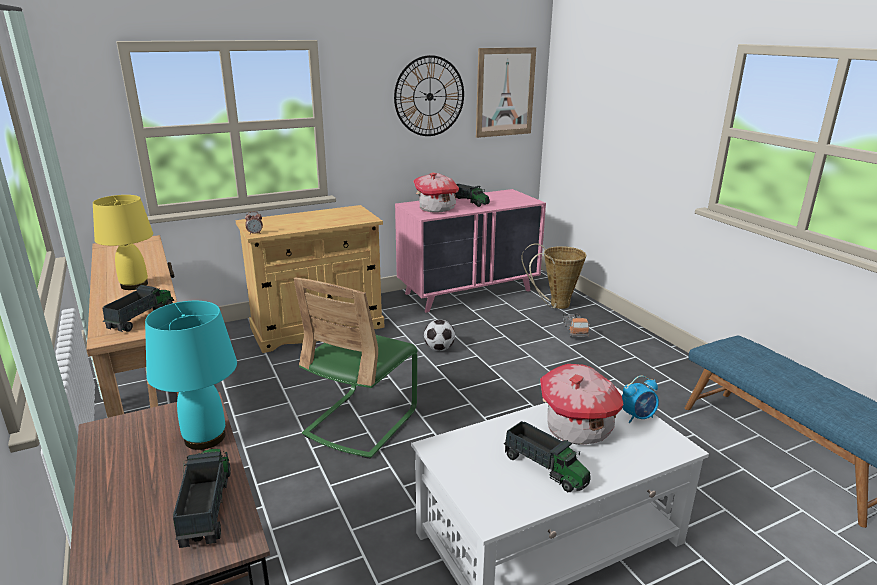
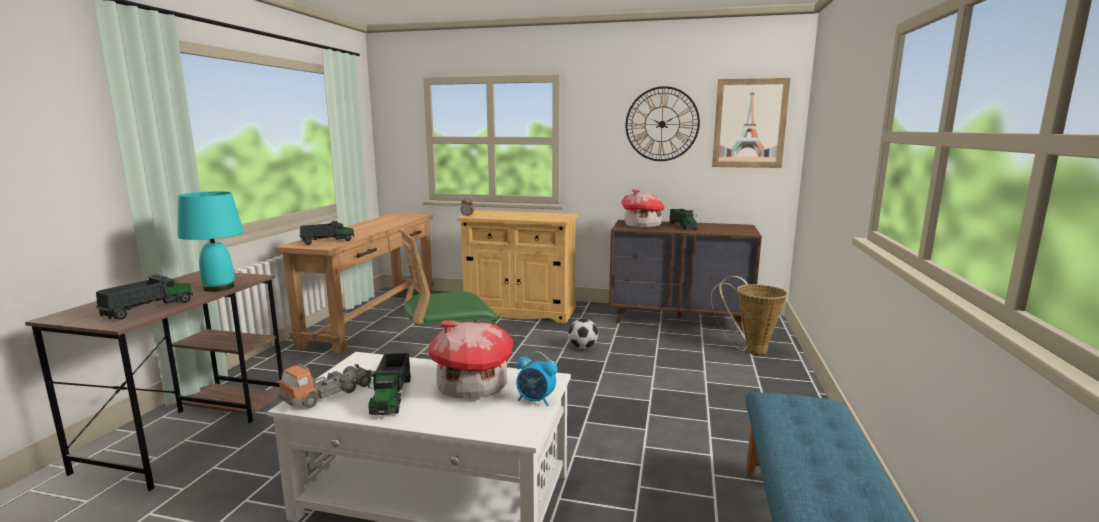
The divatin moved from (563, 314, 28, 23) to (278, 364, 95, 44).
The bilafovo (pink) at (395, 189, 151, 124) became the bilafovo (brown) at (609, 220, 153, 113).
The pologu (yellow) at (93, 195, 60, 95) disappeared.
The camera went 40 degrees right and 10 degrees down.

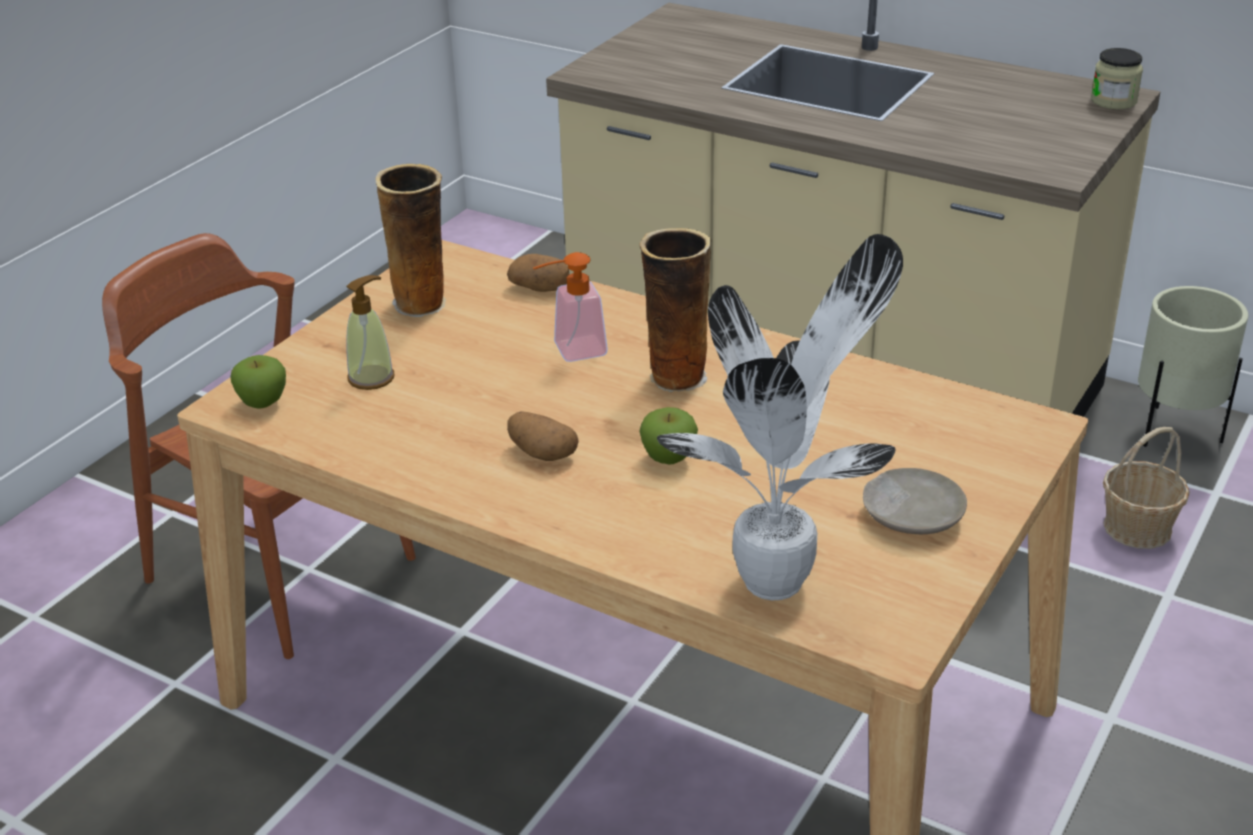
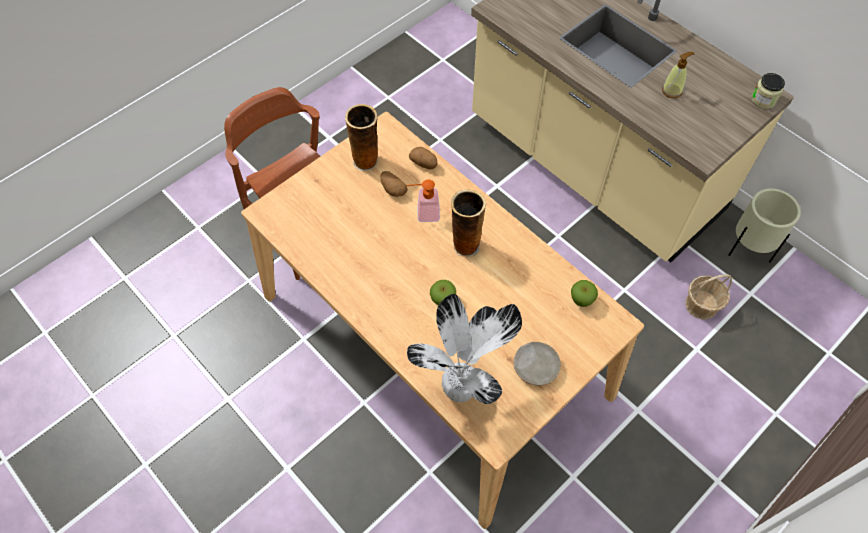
The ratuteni moved from (507, 411, 72, 50) to (380, 171, 28, 26).
The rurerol moved from (230, 355, 56, 54) to (571, 280, 27, 27).
The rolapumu moved from (346, 275, 49, 115) to (662, 52, 33, 46).
The camera went 15 degrees right and 25 degrees up.

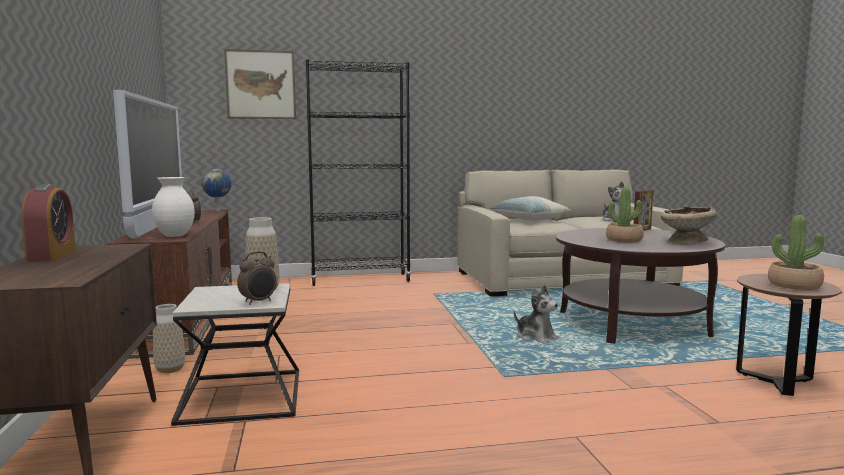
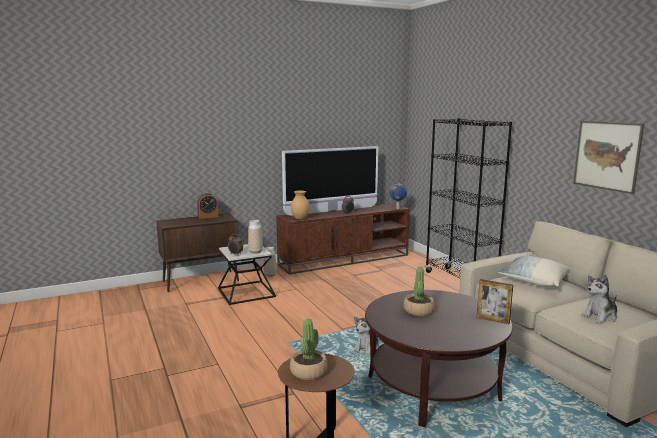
The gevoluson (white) at (152, 177, 43, 60) became the gevoluson (brown) at (291, 191, 19, 29).
The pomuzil moved from (224, 49, 72, 70) to (573, 121, 71, 73).
The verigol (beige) at (661, 205, 56, 39) disappeared.
The camera went 75 degrees right and 5 degrees up.

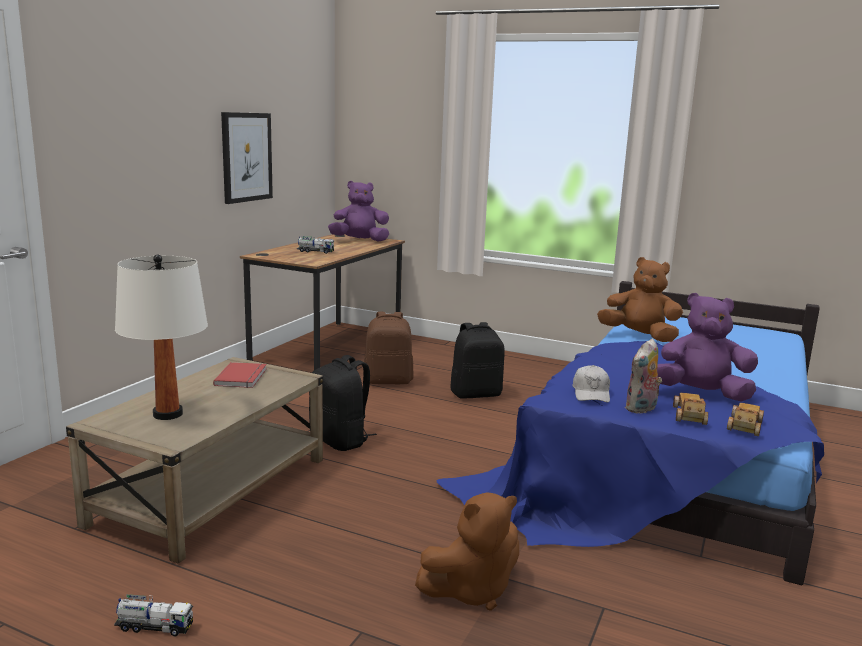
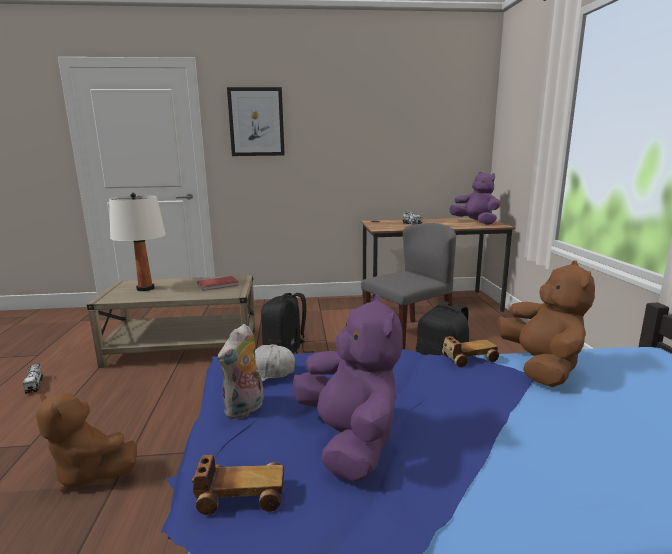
The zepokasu at (625, 339, 37, 75) turned 75 degrees counterclockwise.
The pomuzil moved from (221, 112, 52, 92) to (227, 87, 58, 69).
The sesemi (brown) at (363, 312, 51, 72) was replaced by the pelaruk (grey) at (361, 223, 95, 126).
The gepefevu moved from (673, 393, 35, 32) to (442, 336, 57, 31).
The camera went 60 degrees right and 0 degrees up.

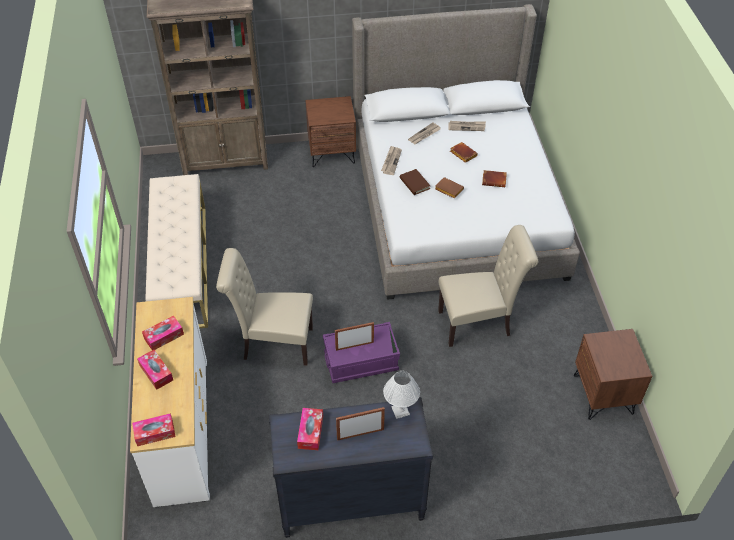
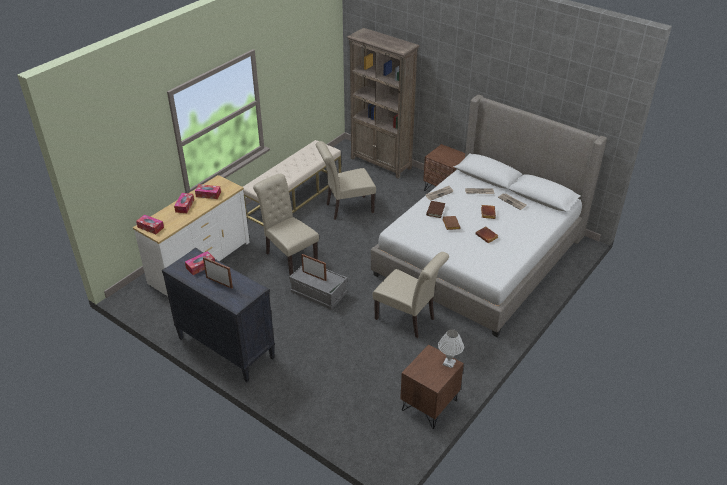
The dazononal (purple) at (323, 322, 77, 61) became the dazononal (grey) at (289, 265, 59, 45).
The pelaruk (beige) at (316, 141, 60, 79) appeared.
The pologu (white) moved from (383, 371, 37, 48) to (438, 329, 26, 39).
The camera went 45 degrees right and 10 degrees down.

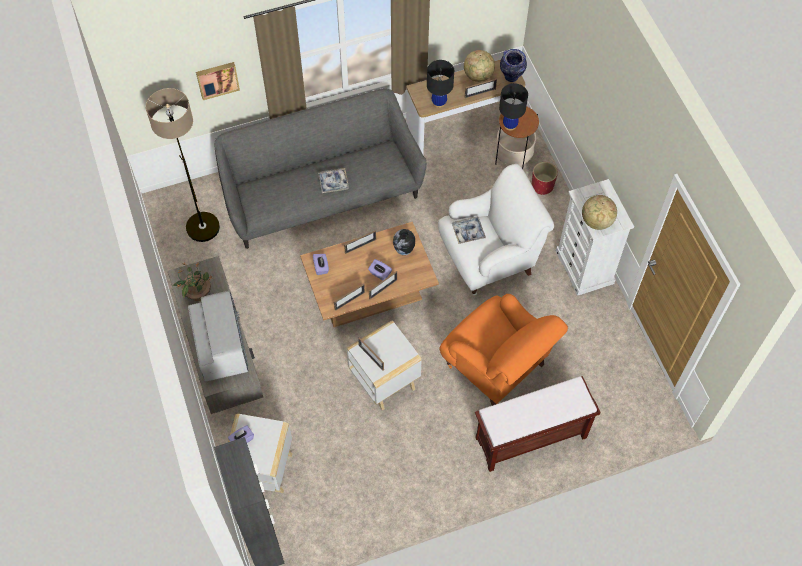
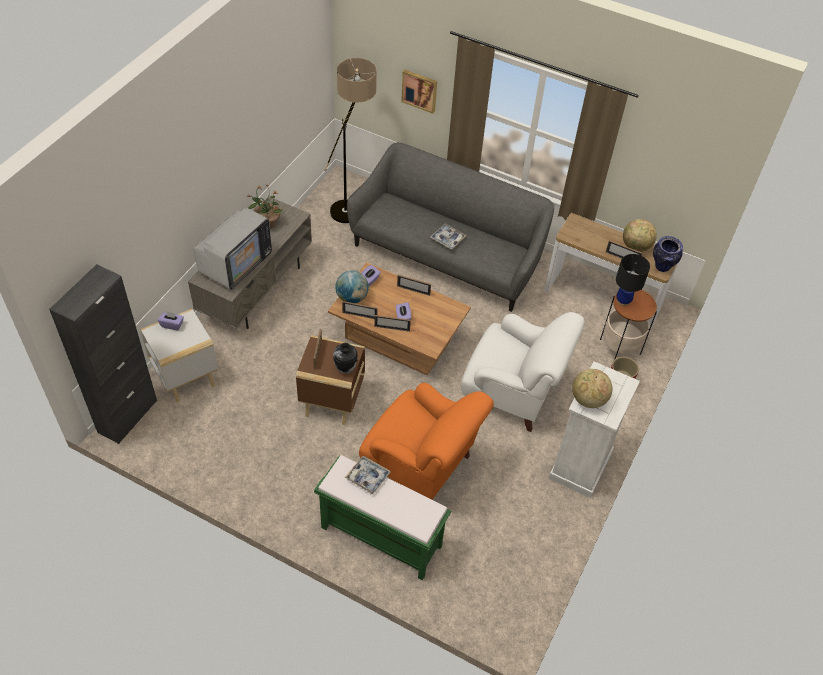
The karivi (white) at (346, 320, 76, 91) became the karivi (brown) at (296, 335, 69, 90).
The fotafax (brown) at (475, 376, 126, 96) became the fotafax (green) at (314, 455, 137, 125).
The gevoluson moved from (393, 229, 22, 26) to (333, 343, 25, 30).
The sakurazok at (335, 271, 34, 32) appeared.
The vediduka moved from (452, 216, 34, 28) to (345, 456, 46, 39).
The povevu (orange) at (439, 294, 129, 112) turned 60 degrees counterclockwise.
The pologu (black) at (427, 60, 27, 48) disappeared.
The camera went 45 degrees right and 10 degrees down.

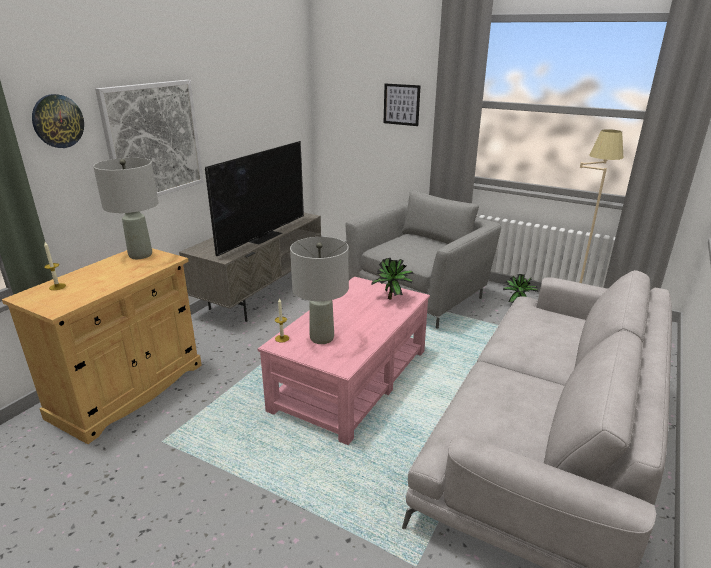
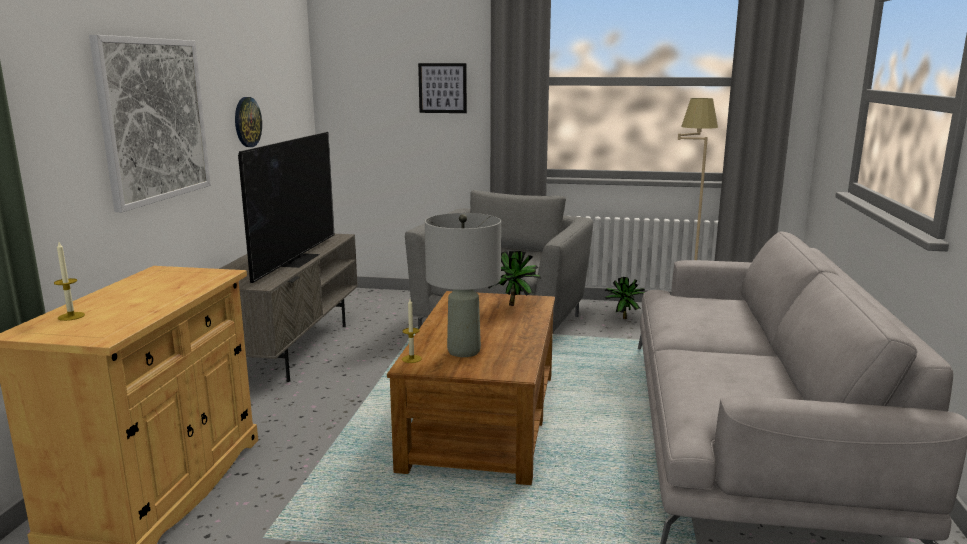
The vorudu moved from (32, 94, 52, 54) to (235, 97, 27, 50).
The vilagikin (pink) at (258, 276, 172, 169) became the vilagikin (brown) at (387, 291, 168, 194).
The pologu (grey) at (93, 158, 65, 101) disappeared.
The camera went 20 degrees left and 10 degrees down.

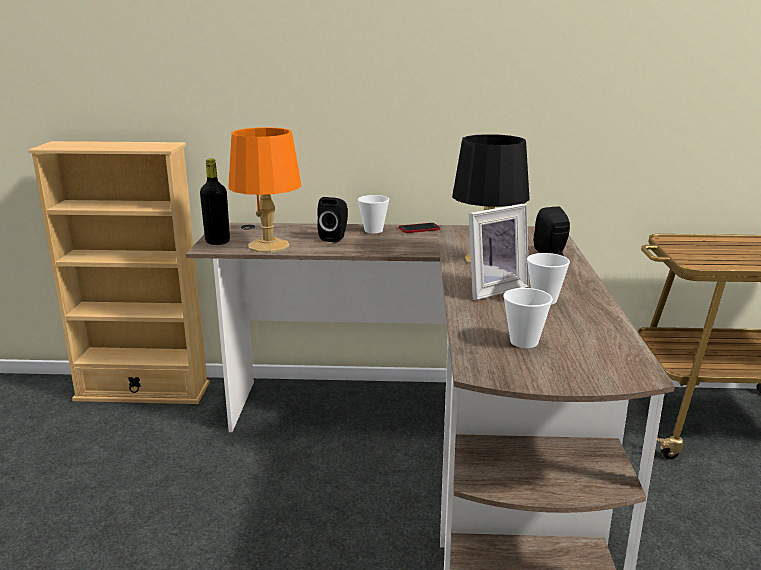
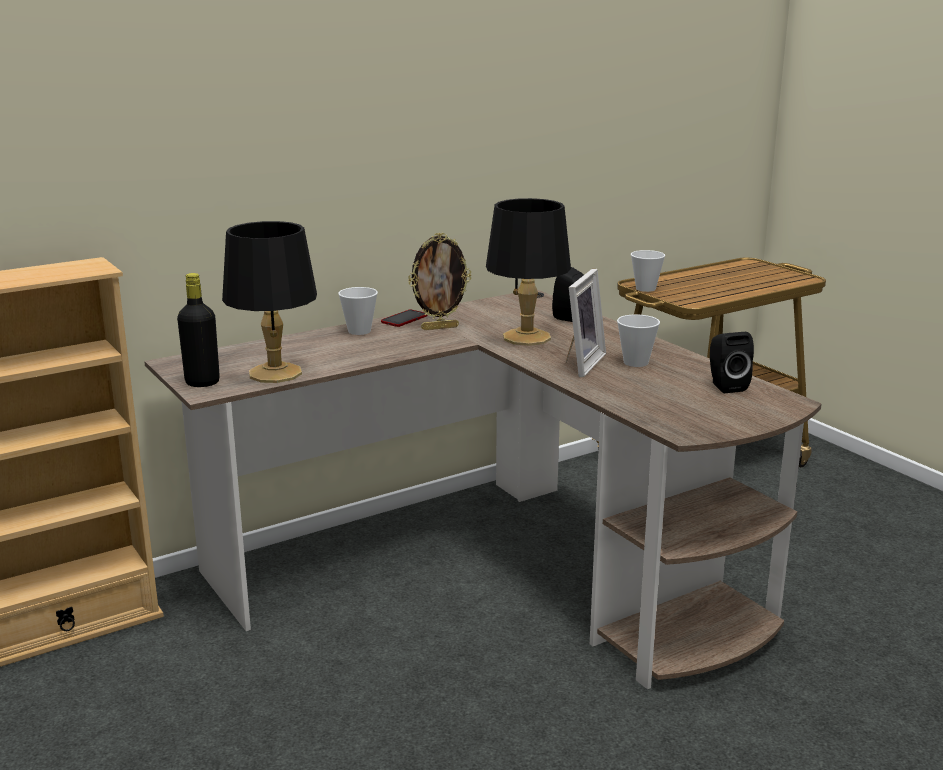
The pologu (orange) at (229, 127, 73, 126) became the pologu (black) at (222, 221, 95, 162).
The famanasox at (408, 233, 63, 97) appeared.
The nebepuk moved from (503, 288, 50, 60) to (631, 250, 34, 42).
The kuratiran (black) moved from (317, 197, 31, 46) to (710, 332, 44, 61).
The camera went 35 degrees left and 0 degrees up.

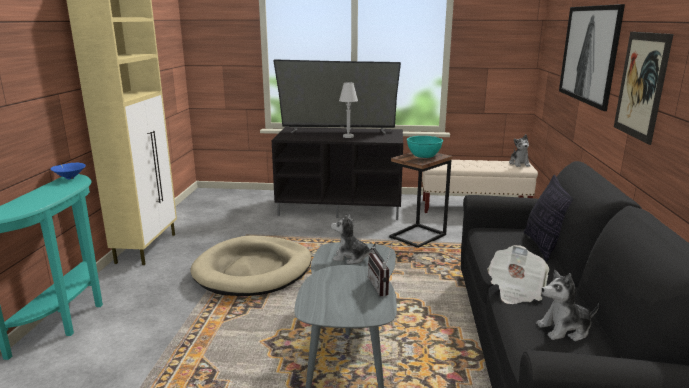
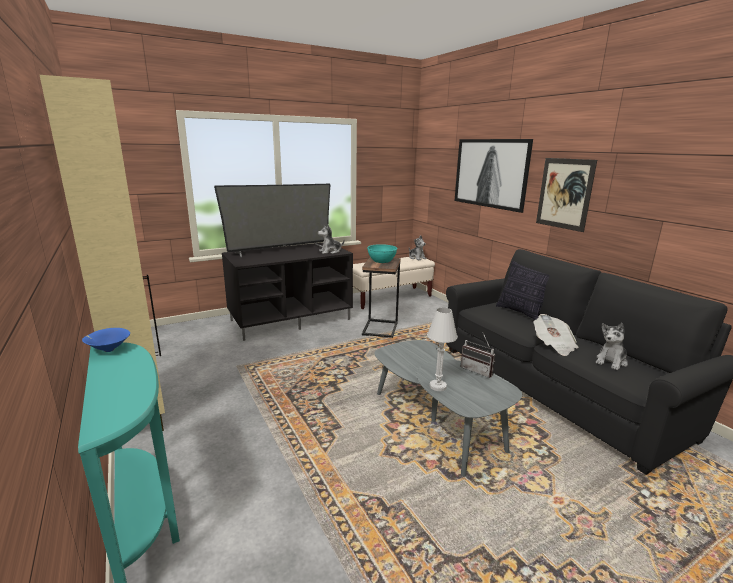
The zepokasu moved from (331, 214, 45, 50) to (318, 224, 26, 30).
The pologu (white) moved from (339, 82, 19, 56) to (427, 307, 30, 84).
The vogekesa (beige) at (190, 235, 121, 61) disappeared.
The camera went 35 degrees left and 0 degrees up.

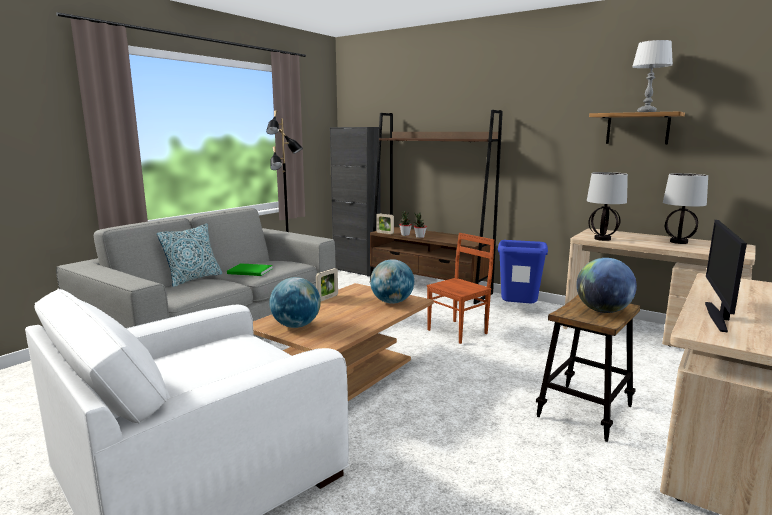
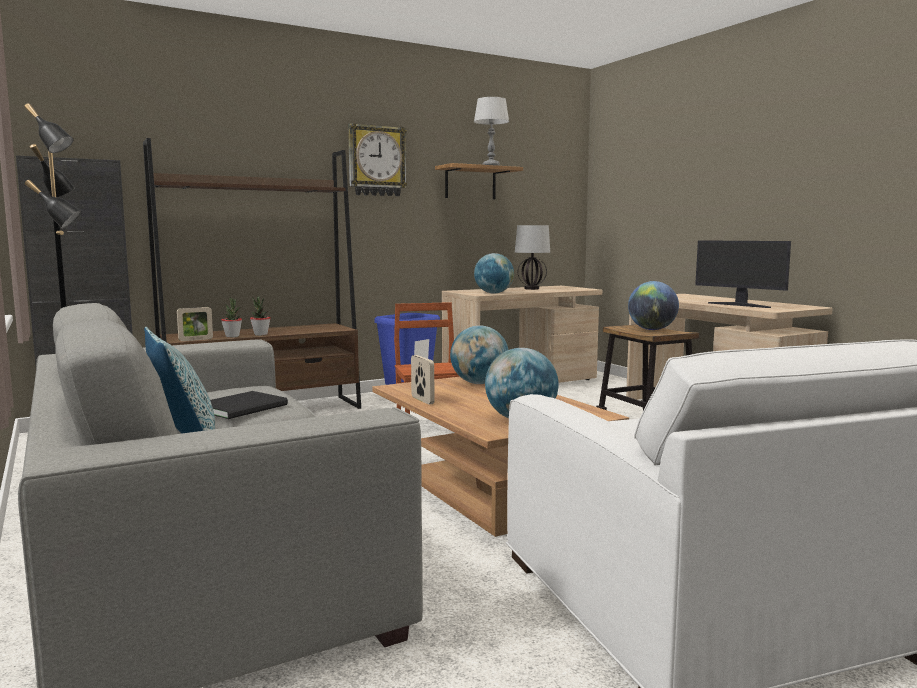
The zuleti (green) at (227, 263, 46, 13) became the zuleti (black) at (210, 391, 78, 28).
The vorudu at (348, 123, 59, 73) appeared.
The pologu at (587, 172, 41, 69) was replaced by the sakurazok at (474, 253, 40, 40).
The camera went 65 degrees left and 5 degrees down.

